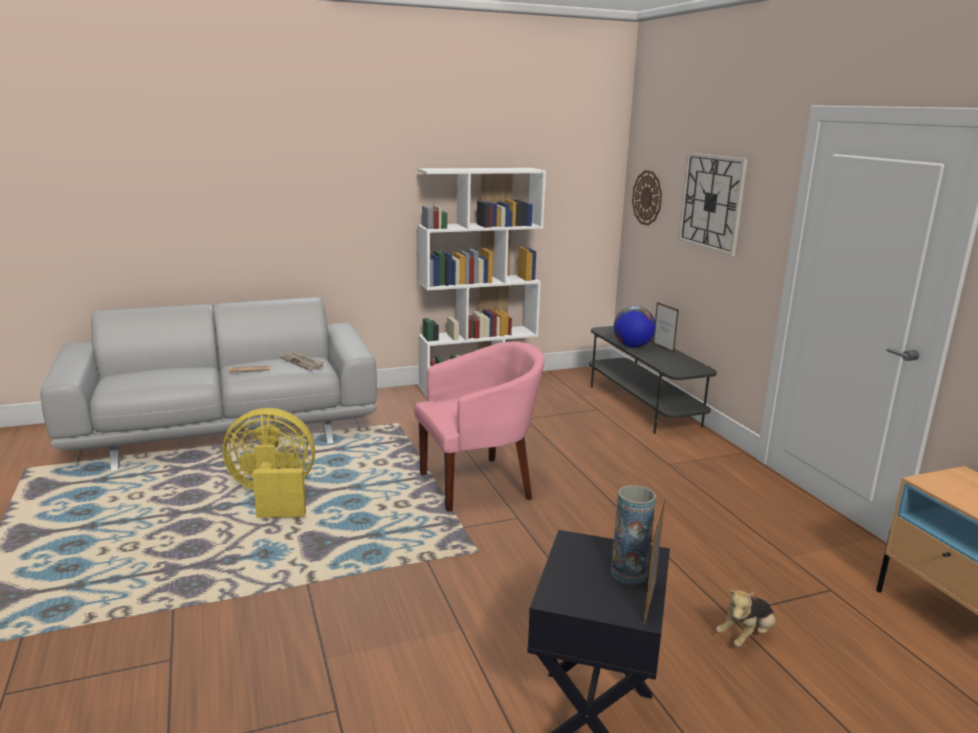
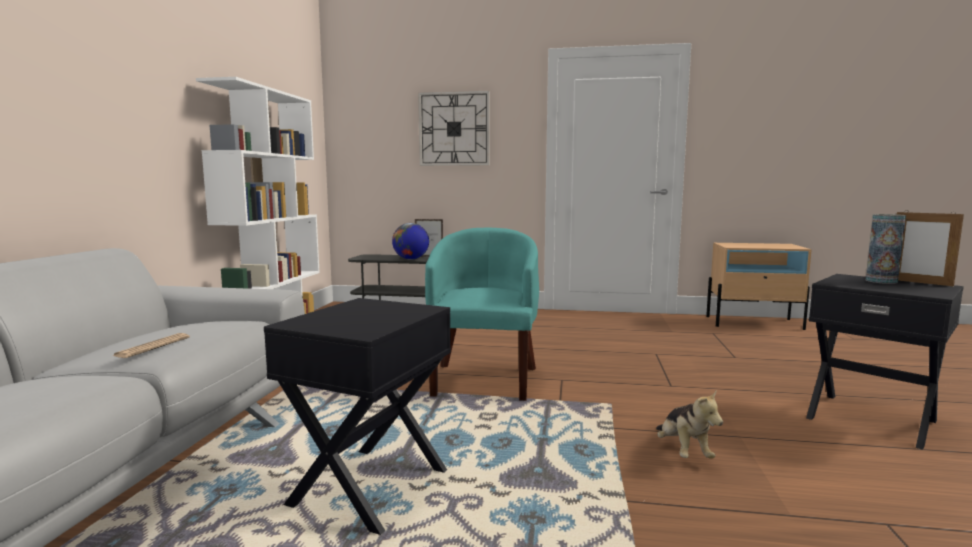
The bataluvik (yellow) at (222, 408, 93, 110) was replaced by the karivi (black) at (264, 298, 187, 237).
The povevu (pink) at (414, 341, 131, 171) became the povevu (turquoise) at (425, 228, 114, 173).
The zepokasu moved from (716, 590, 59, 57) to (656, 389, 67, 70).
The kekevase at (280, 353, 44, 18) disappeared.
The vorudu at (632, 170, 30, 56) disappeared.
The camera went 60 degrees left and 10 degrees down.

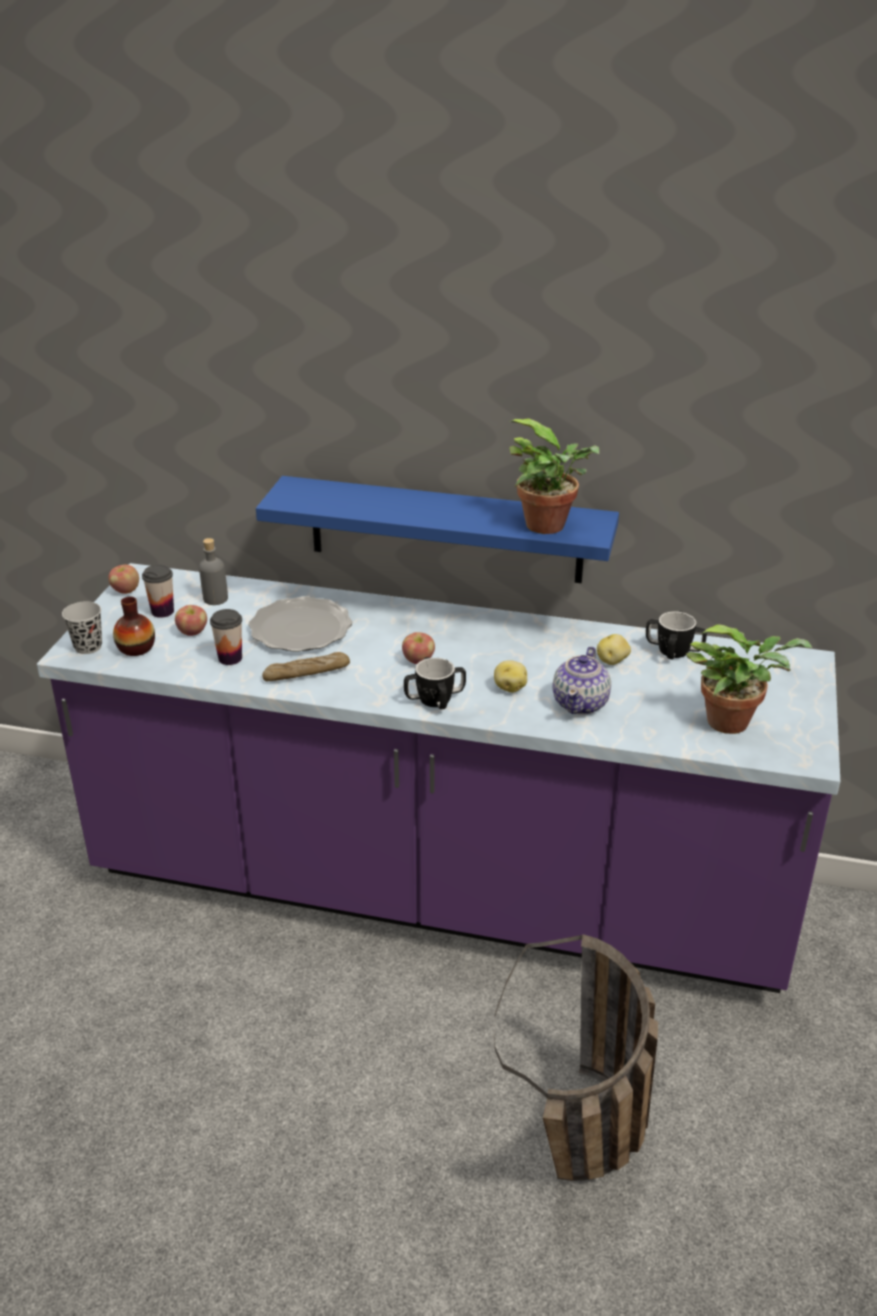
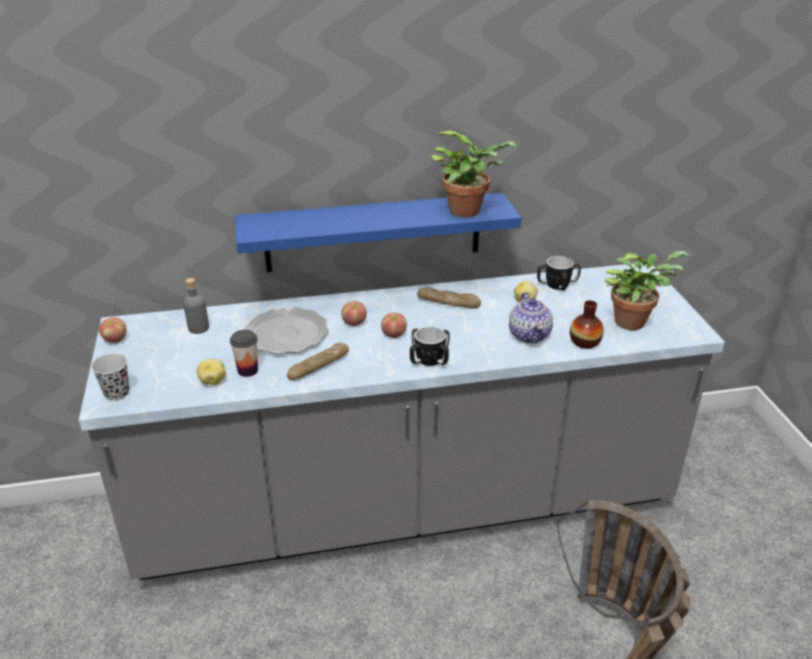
The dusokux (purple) at (37, 563, 803, 430) became the dusokux (grey) at (79, 263, 646, 317).
The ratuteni moved from (494, 660, 33, 33) to (196, 359, 30, 26).
The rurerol moved from (175, 605, 32, 31) to (341, 301, 26, 25).
The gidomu at (417, 287, 64, 21) appeared.
The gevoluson moved from (113, 597, 42, 59) to (570, 300, 34, 49).
The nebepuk at (142, 565, 32, 53) disappeared.
The camera went 25 degrees left and 0 degrees up.

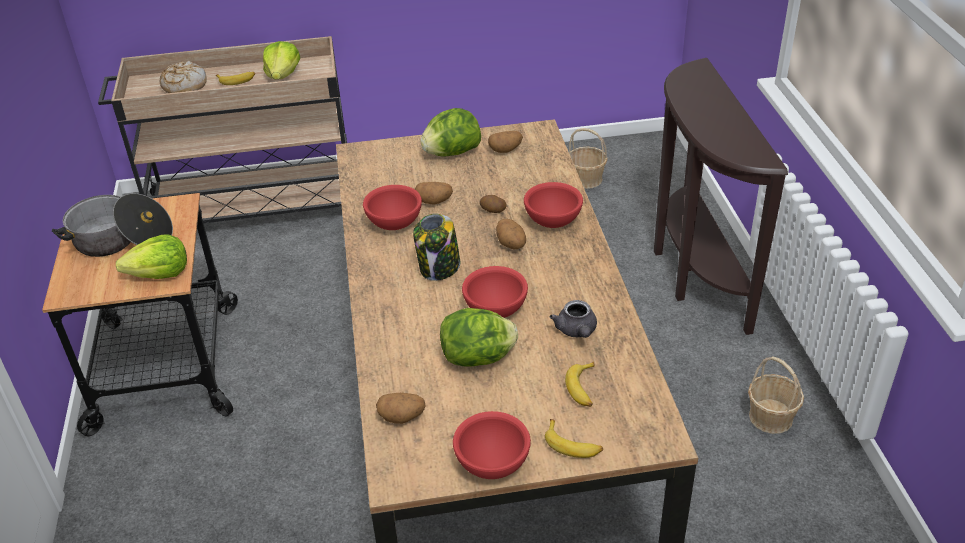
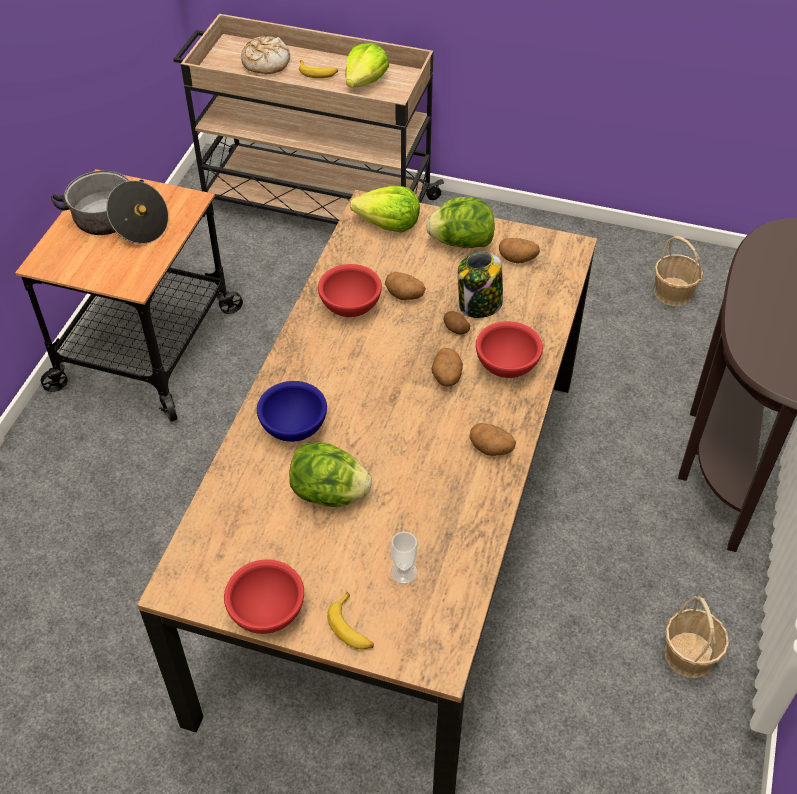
The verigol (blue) at (257, 381, 70, 61) appeared.
The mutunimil moved from (116, 234, 71, 45) to (350, 186, 70, 47).
The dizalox at (565, 362, 30, 45) was replaced by the nebepuk at (391, 532, 26, 52).
The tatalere moved from (413, 213, 47, 68) to (458, 251, 45, 67).
The ratuteni moved from (376, 393, 50, 31) to (470, 423, 46, 33).
The verigol (red) at (462, 266, 66, 52) disappeared.
The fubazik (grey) at (550, 300, 47, 38) disappeared.
The camera went 25 degrees right and 10 degrees up.

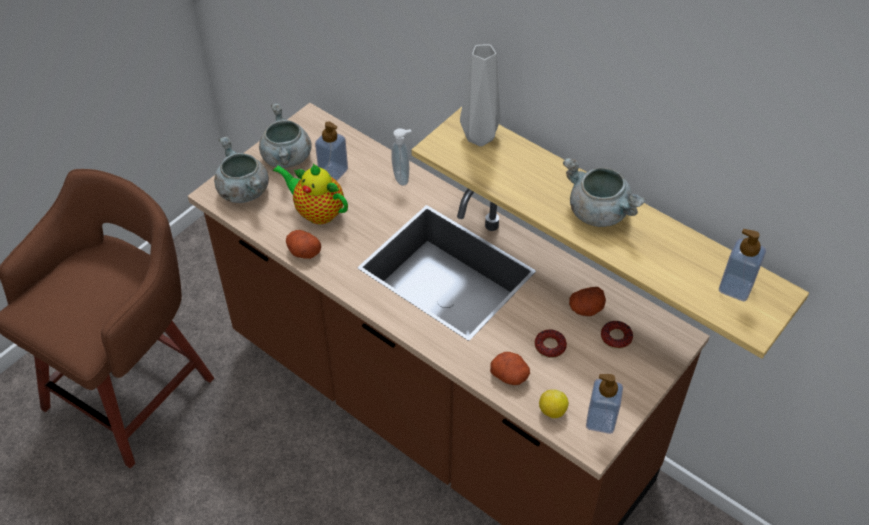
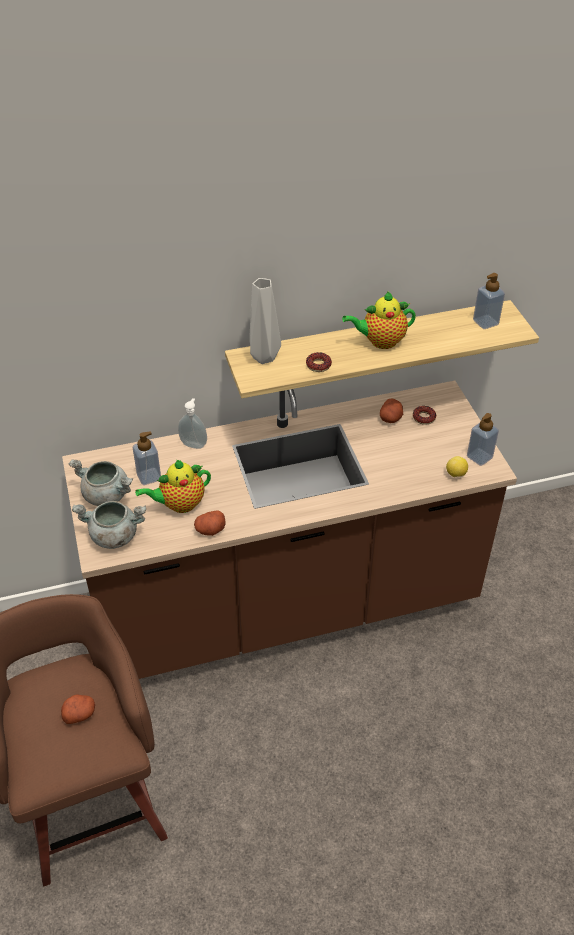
The ratuteni moved from (490, 352, 40, 33) to (61, 694, 34, 30).
The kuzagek moved from (535, 329, 32, 29) to (306, 352, 26, 20).
The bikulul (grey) at (563, 158, 83, 69) was replaced by the fubazik at (342, 291, 74, 58).
The camera went 55 degrees left and 5 degrees down.

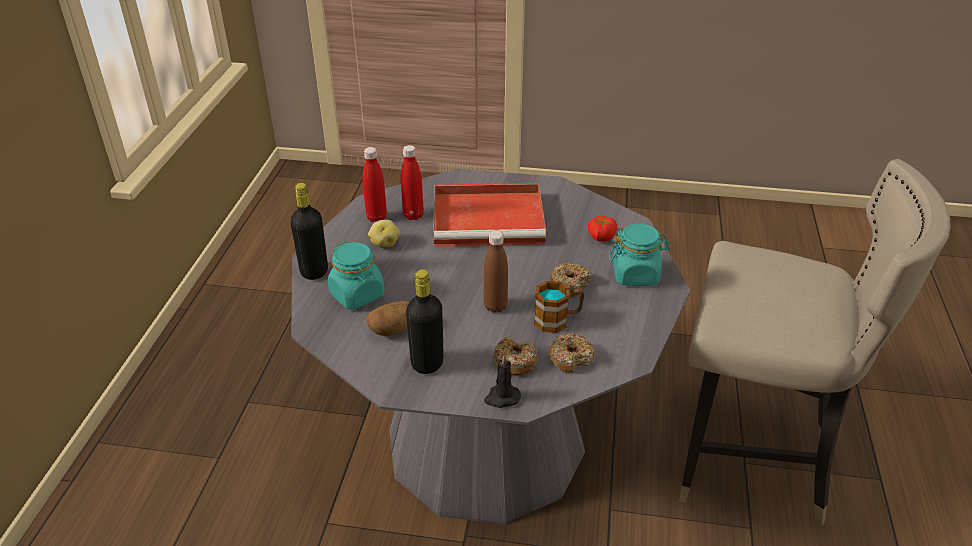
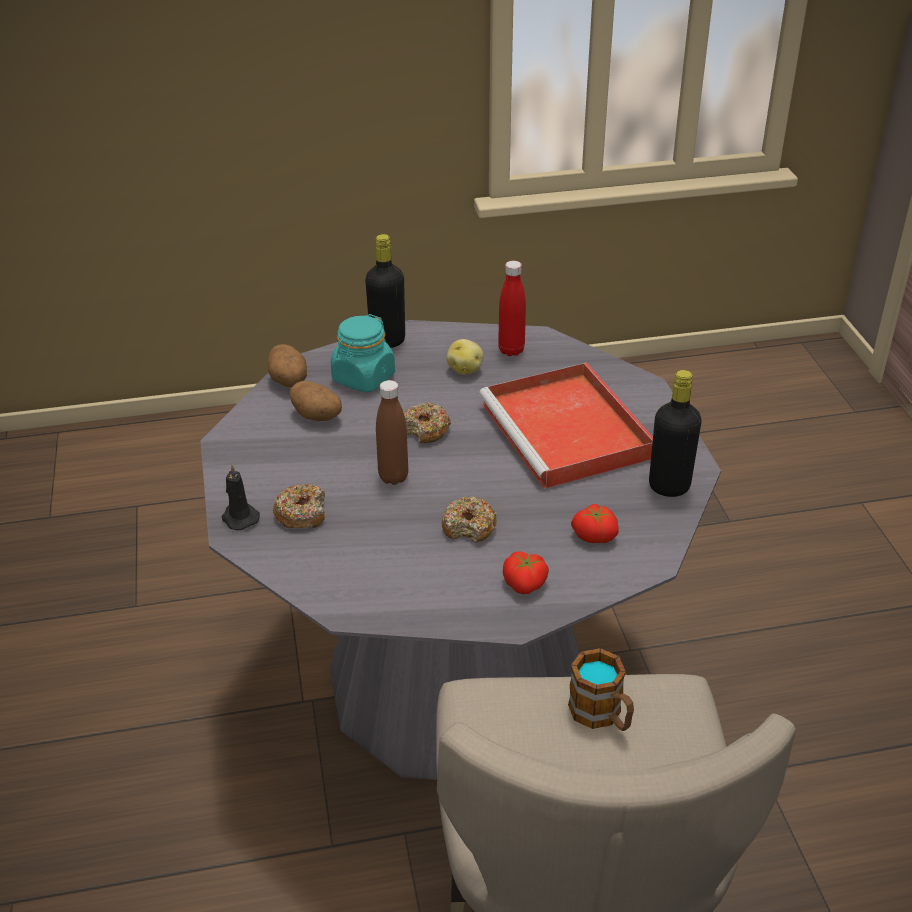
The ratuteni at (268, 344, 39, 43) appeared.
The kuzagek moved from (549, 333, 46, 40) to (404, 403, 47, 40).
The tatalere (turquoise) at (609, 224, 61, 62) was replaced by the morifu at (503, 551, 46, 43).
The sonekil moved from (534, 281, 51, 52) to (568, 648, 66, 83).
The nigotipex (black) moved from (406, 269, 38, 105) to (649, 370, 53, 127).
The nigotipex (red) at (401, 145, 23, 75) disappeared.
The camera went 70 degrees right and 0 degrees up.

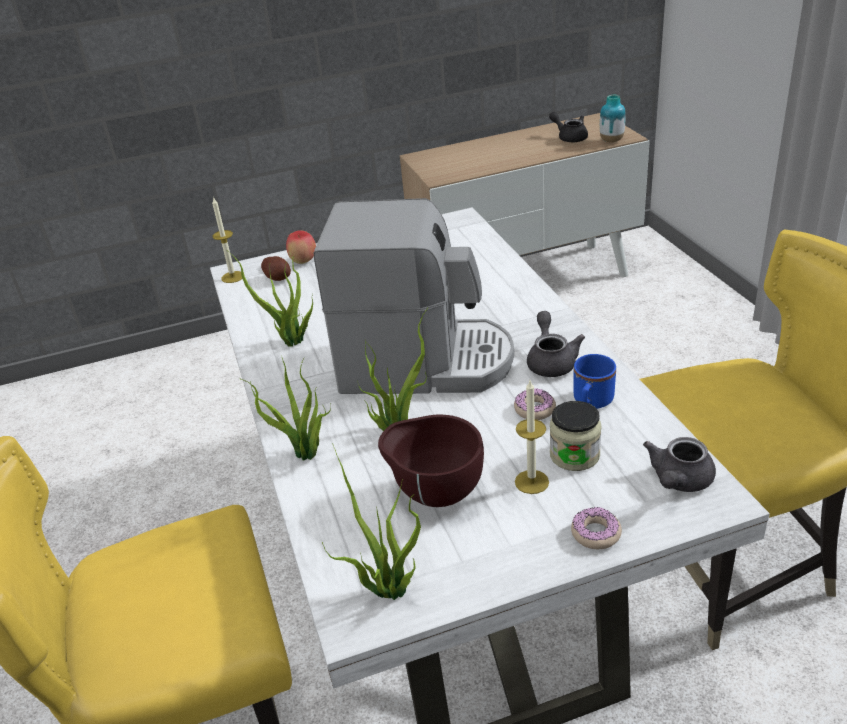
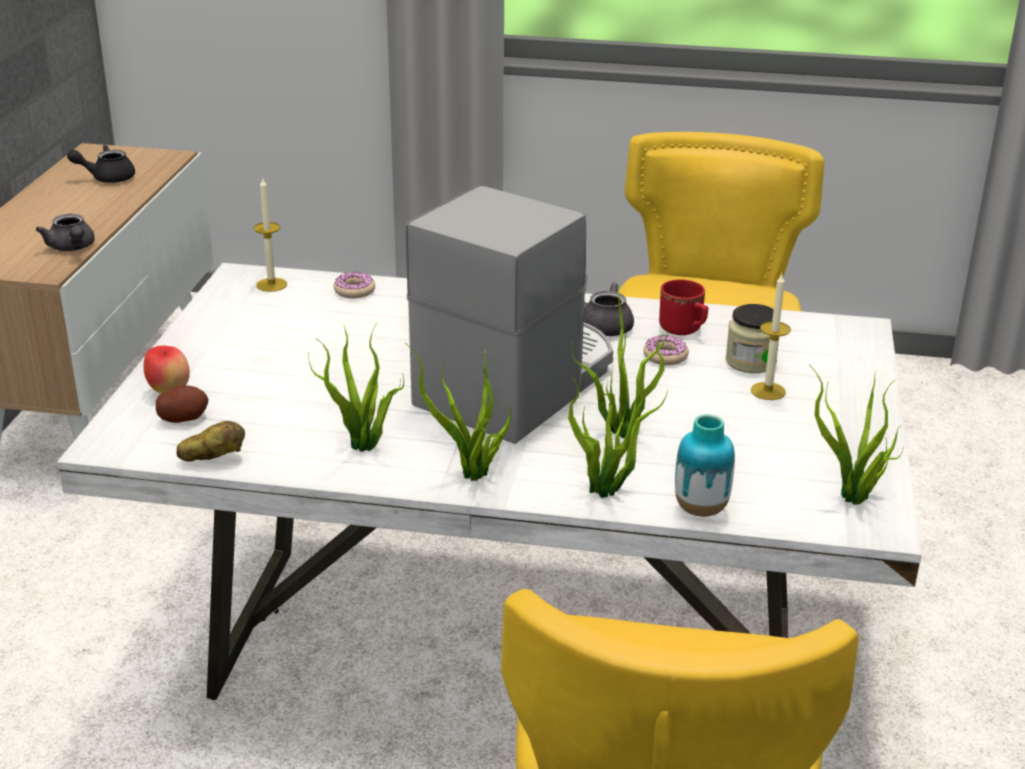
The fubazik (grey) moved from (643, 437, 73, 55) to (36, 214, 59, 37).
The ratuteni at (177, 421, 68, 41) appeared.
The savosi moved from (212, 197, 30, 86) to (254, 179, 33, 113).
The kuzagek moved from (571, 507, 51, 42) to (334, 272, 41, 27).
The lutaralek at (405, 343, 109, 138) appeared.
The sonekil (blue) at (573, 354, 43, 55) became the sonekil (red) at (659, 279, 49, 56).
The gevoluson moved from (600, 95, 26, 47) to (675, 414, 60, 103).
The verigol (brown) at (378, 415, 106, 92) disappeared.
The camera went 65 degrees left and 5 degrees down.

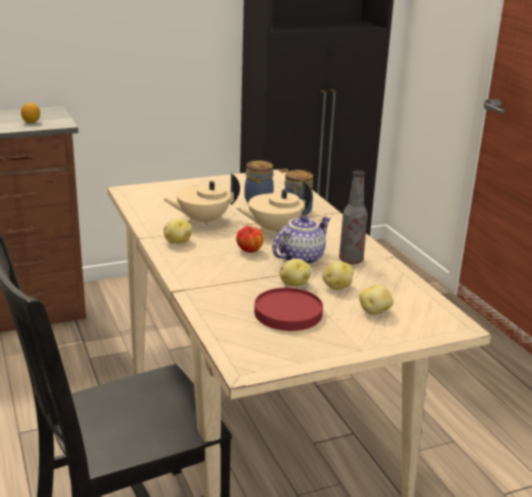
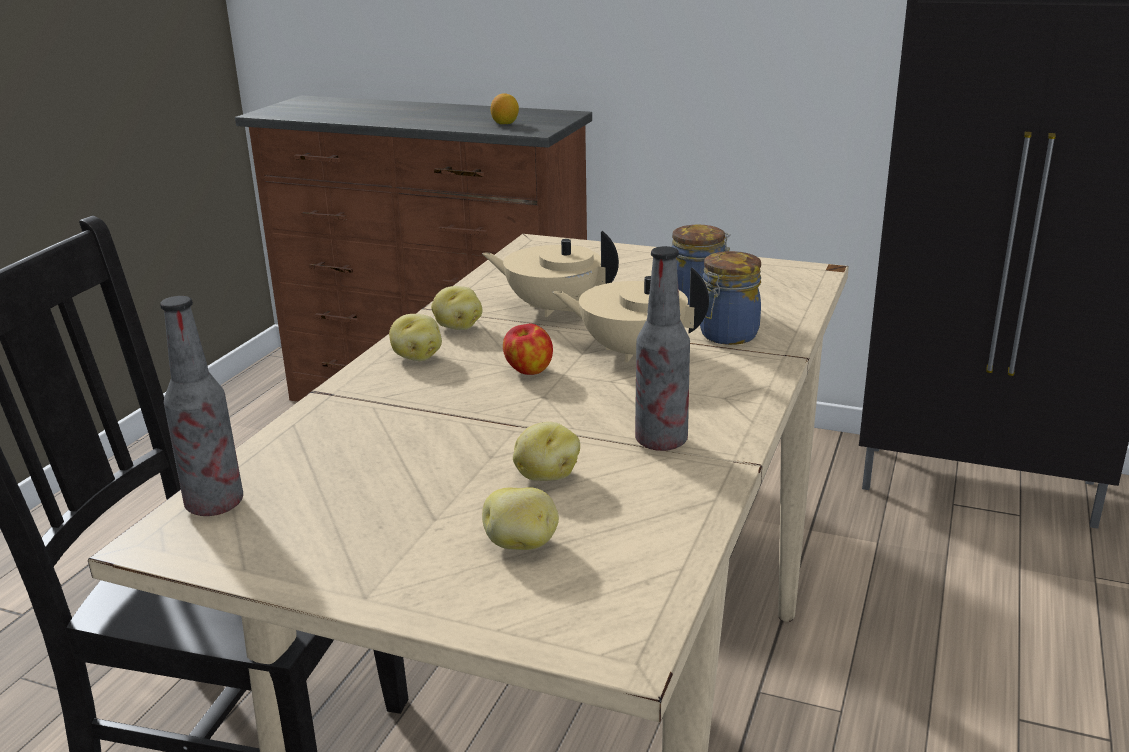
The nigotipex at (160, 296, 83, 220) appeared.
The ratuteni moved from (280, 259, 31, 27) to (389, 314, 53, 47).
The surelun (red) at (254, 288, 69, 43) disappeared.
The fubazik at (272, 215, 59, 50) disappeared.
The camera went 45 degrees right and 0 degrees up.

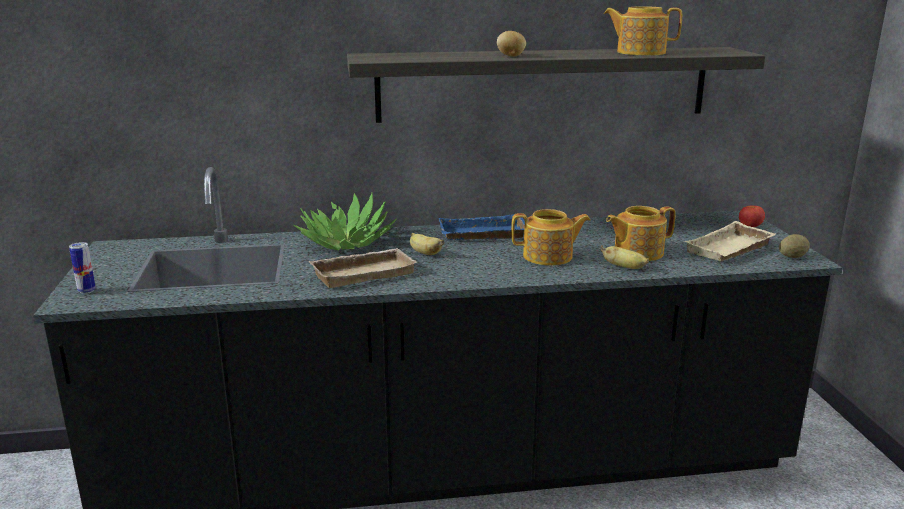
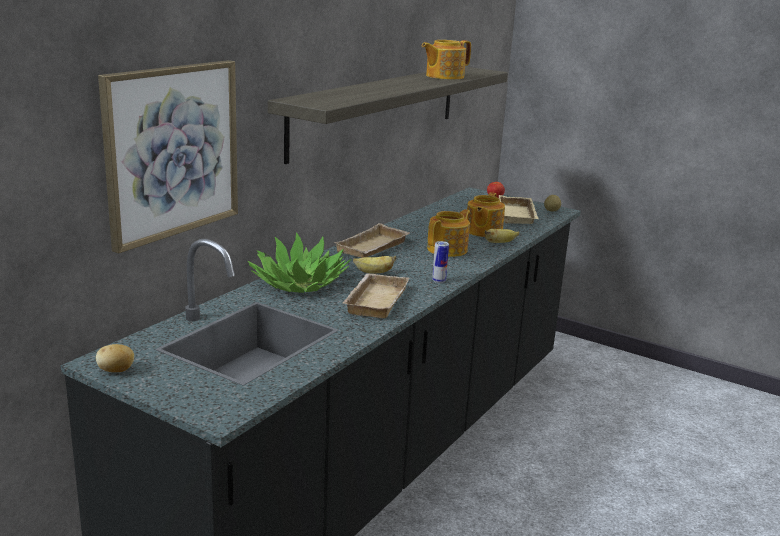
The ratuteni moved from (497, 31, 29, 26) to (96, 344, 38, 28).
The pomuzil at (98, 60, 140, 194) appeared.
The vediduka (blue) at (439, 214, 86, 26) became the vediduka (beige) at (334, 223, 75, 35).
The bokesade moved from (69, 242, 27, 52) to (432, 241, 17, 42).
The camera went 50 degrees left and 0 degrees up.

